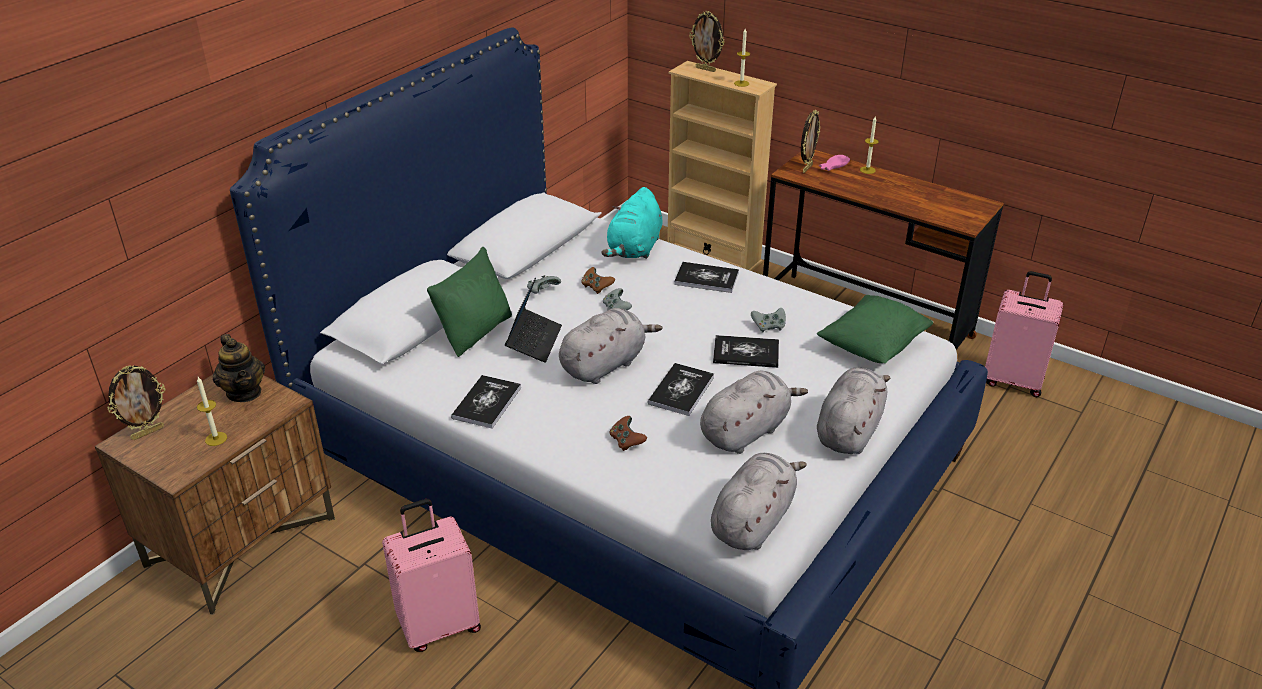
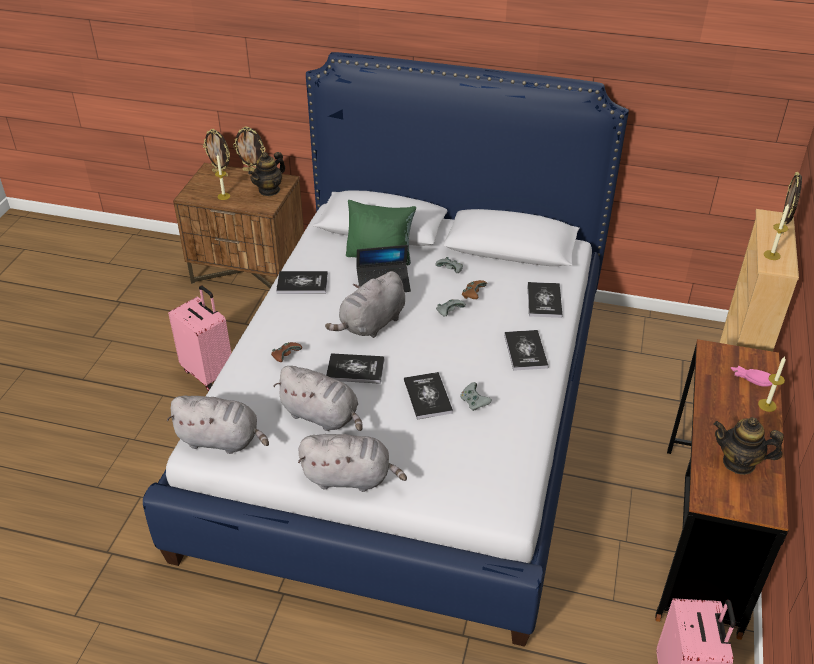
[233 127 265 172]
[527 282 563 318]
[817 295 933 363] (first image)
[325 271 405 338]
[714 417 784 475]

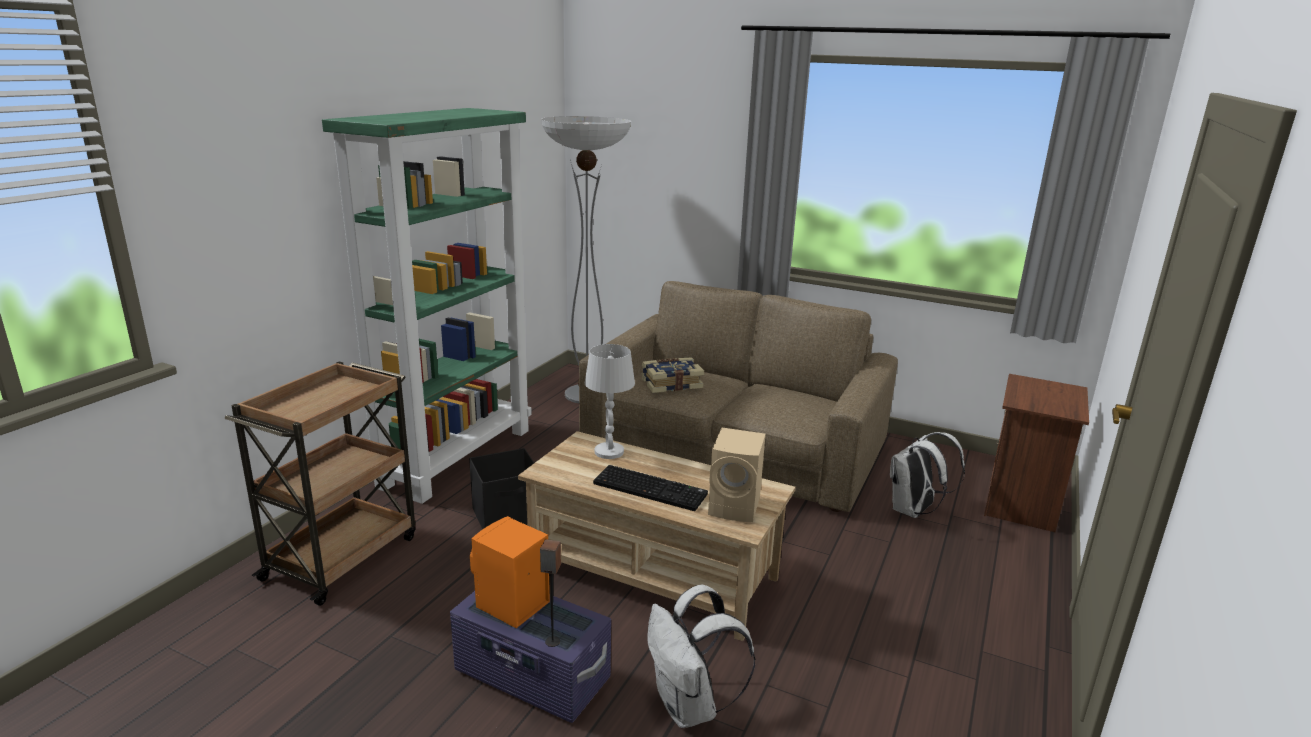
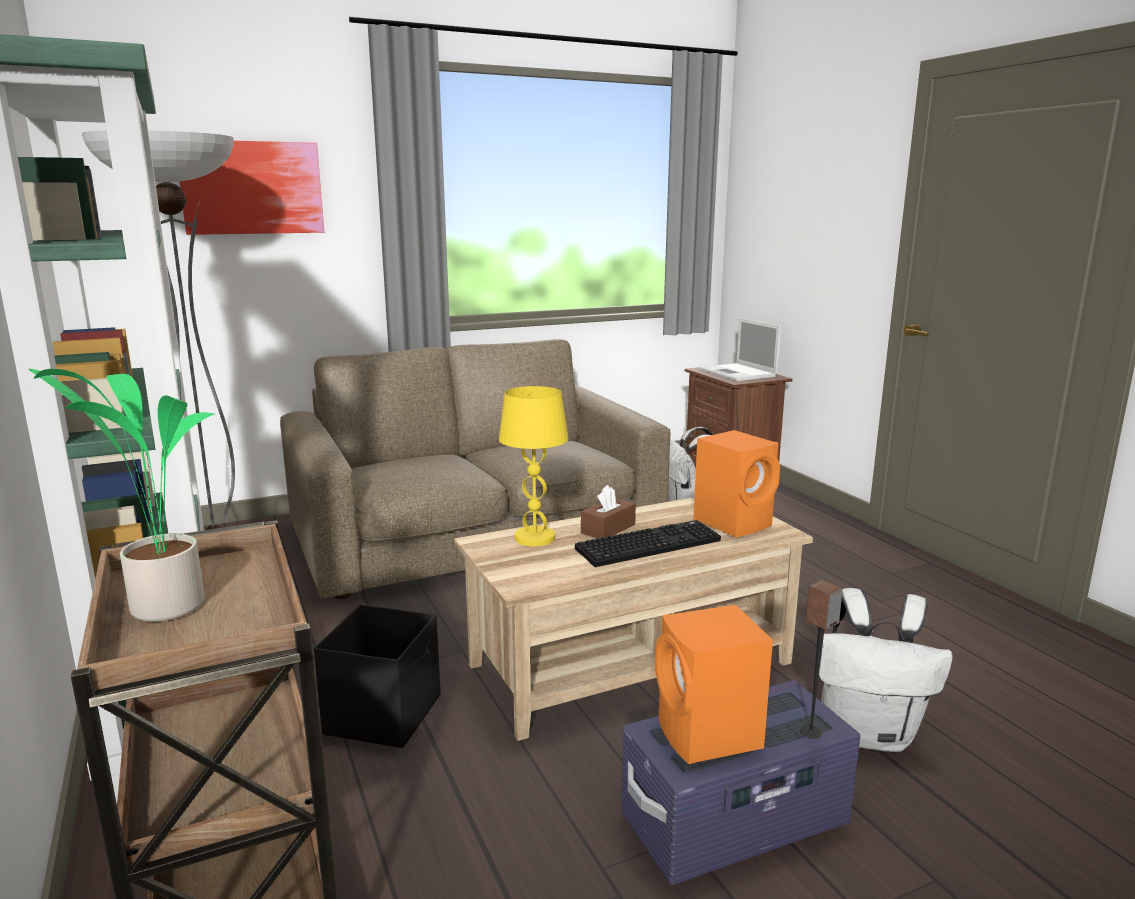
[499 386 568 546]
[642 357 704 393] (first image)
[693 430 780 537]
[179 141 324 235]
[699 318 781 381]
[29 369 214 622]
[581 485 636 538]

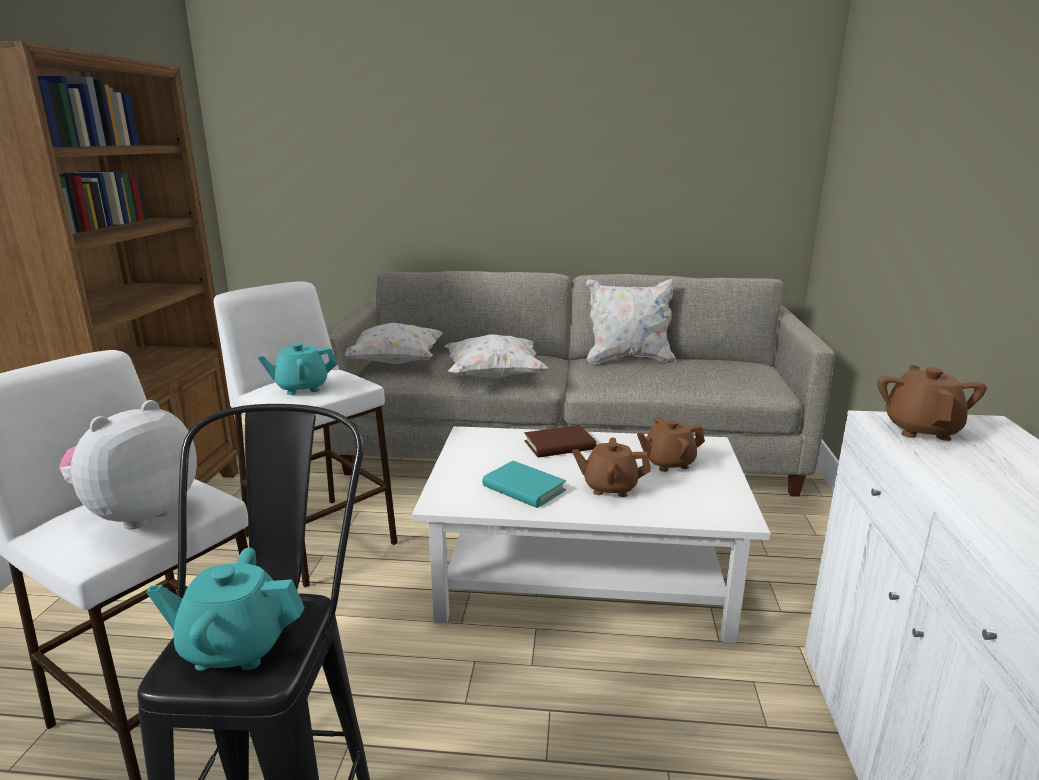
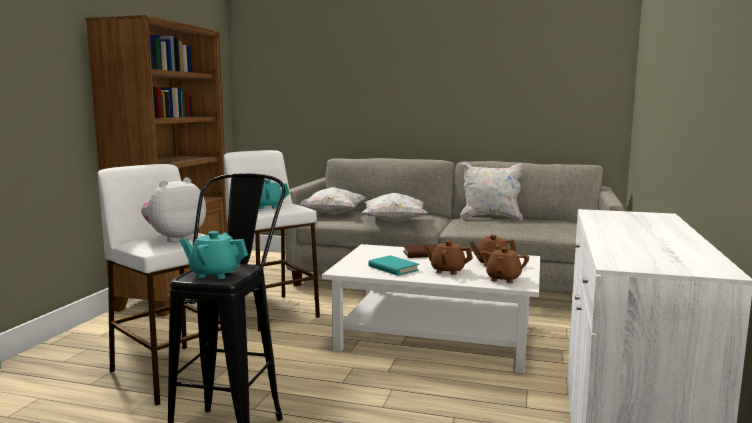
[480 247 529 283]

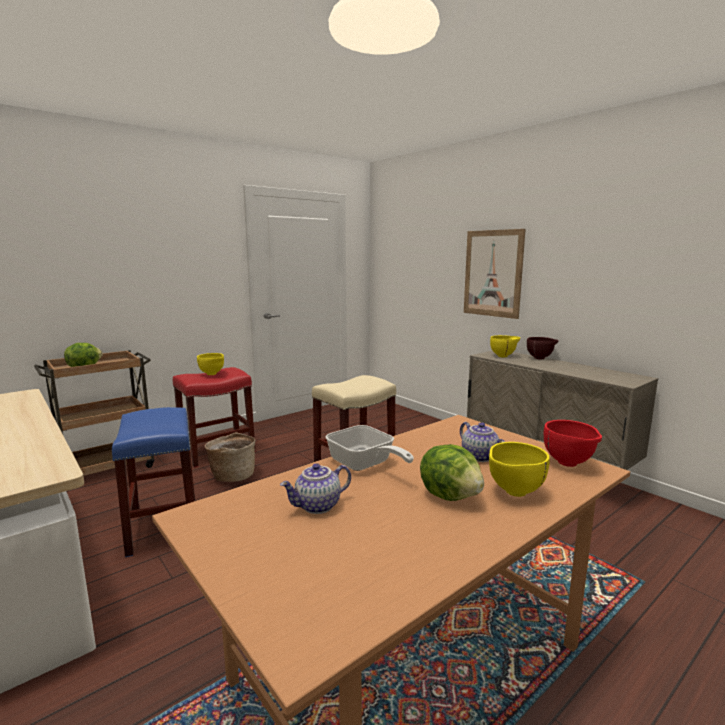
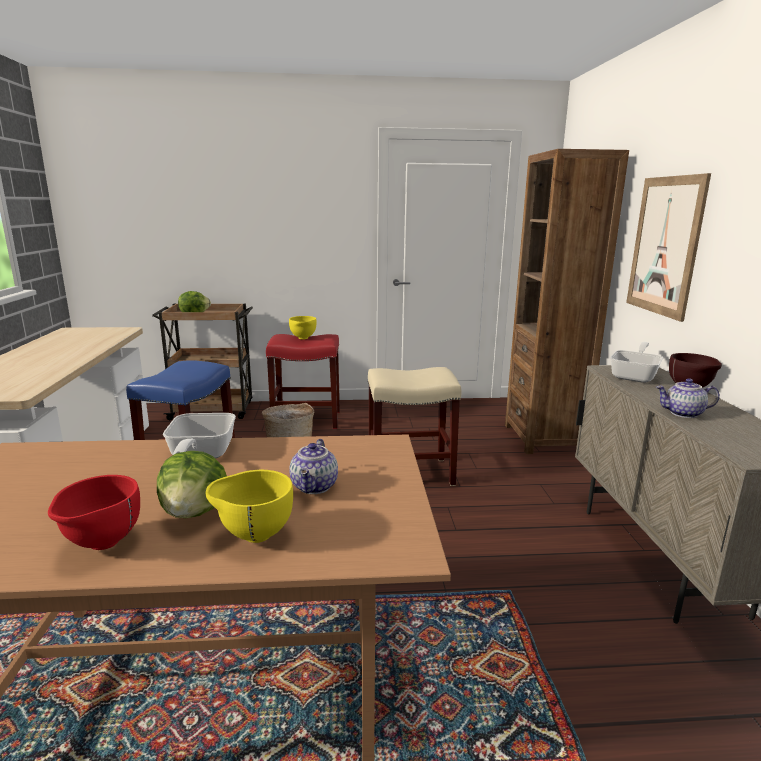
[610 342 663 383]
[48 475 140 550]
[656 378 720 418]
[505 149 629 454]

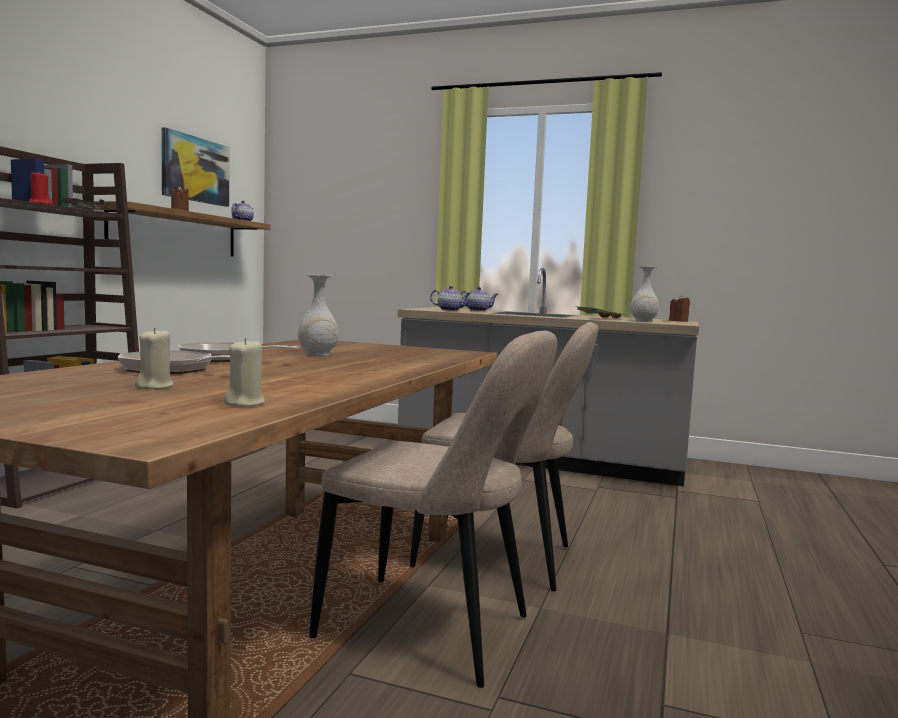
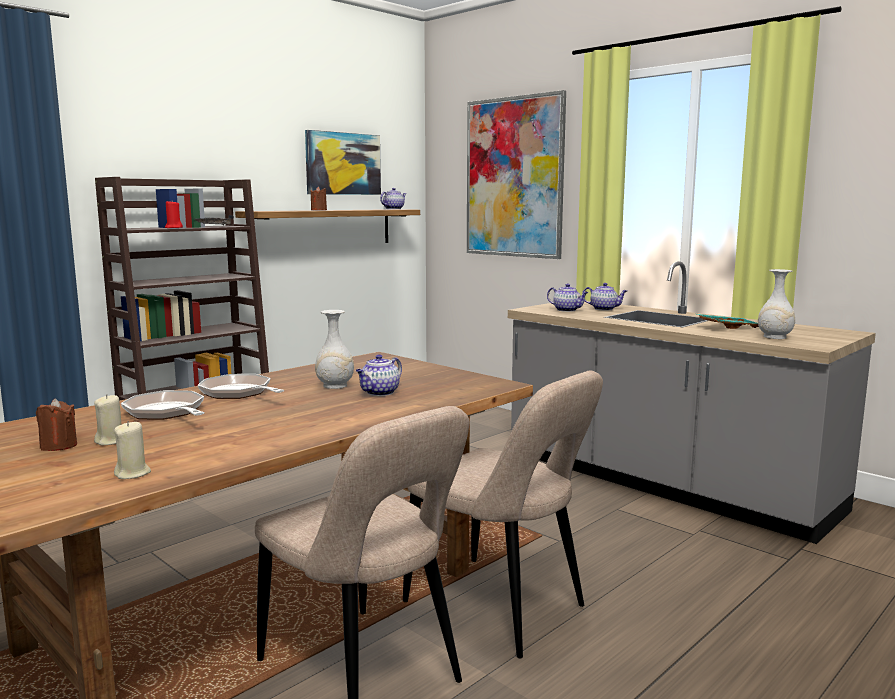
[36 398 77 451]
[467 90 566 259]
[356 354 402 396]

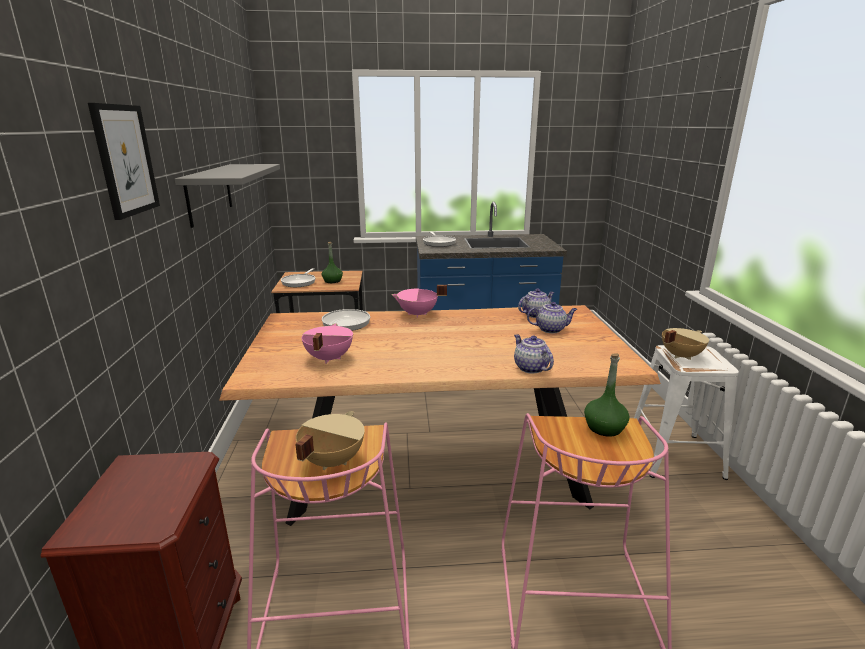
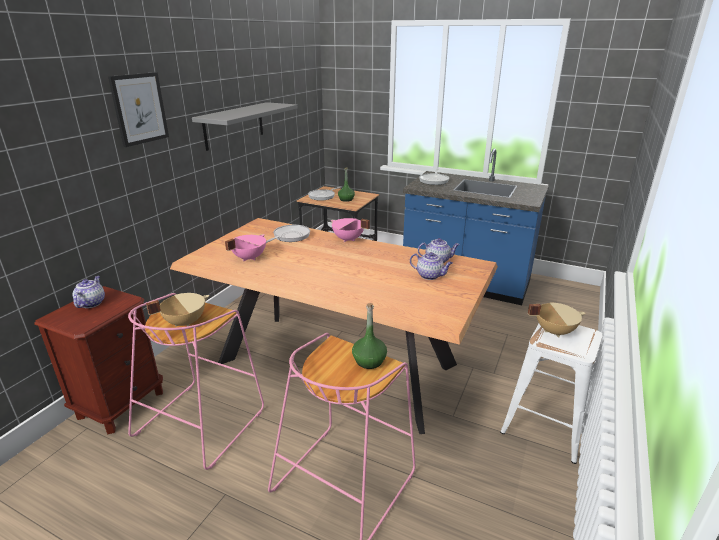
[73 276 105 308]

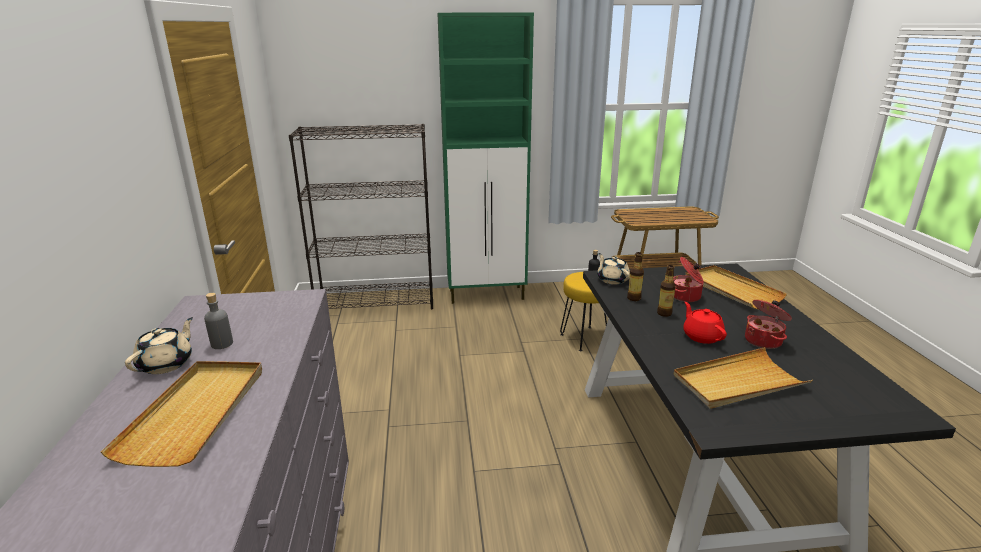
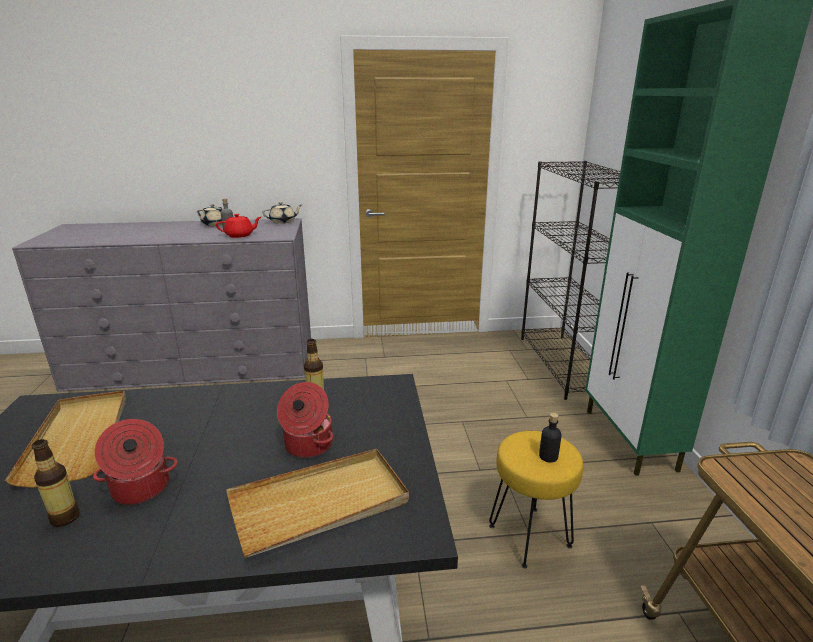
[262 202 302 224]
[32 439 80 527]
[216 214 261 238]
[101 361 262 467] (first image)

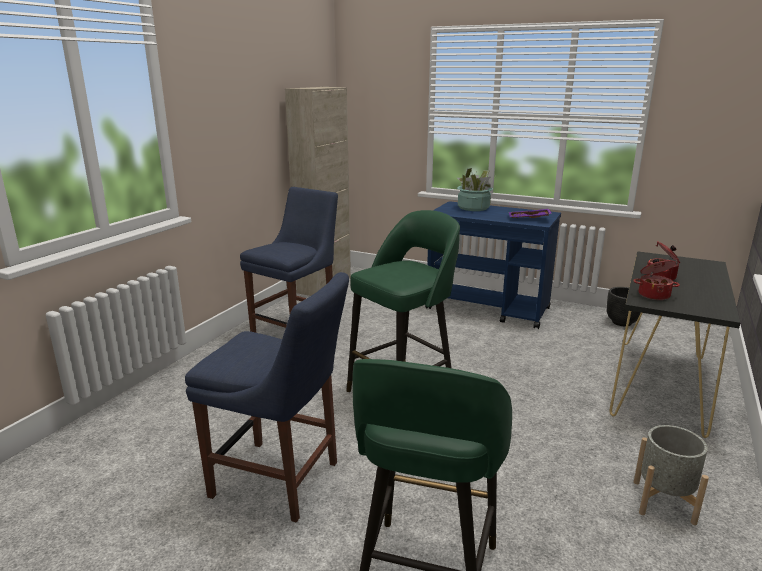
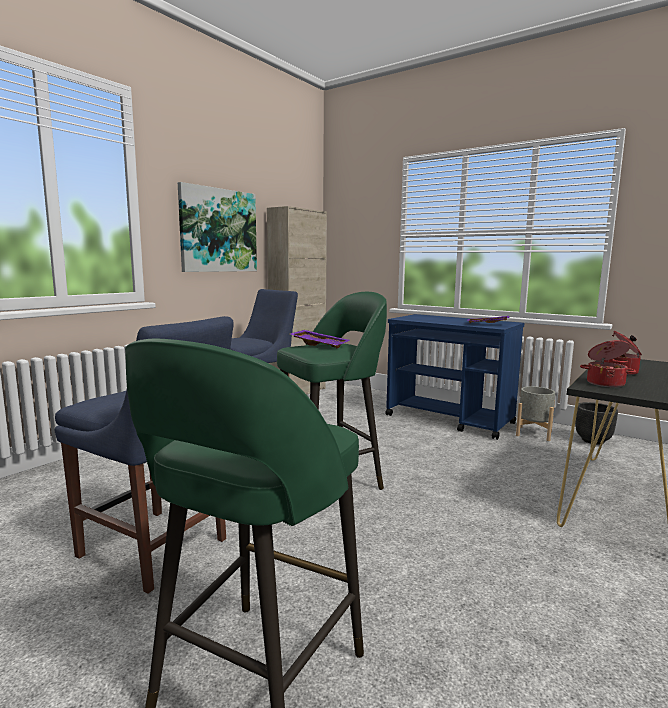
[457 168 494 211] (first image)
[516 386 555 441]
[178 182 257 272]
[290 330 349 348]

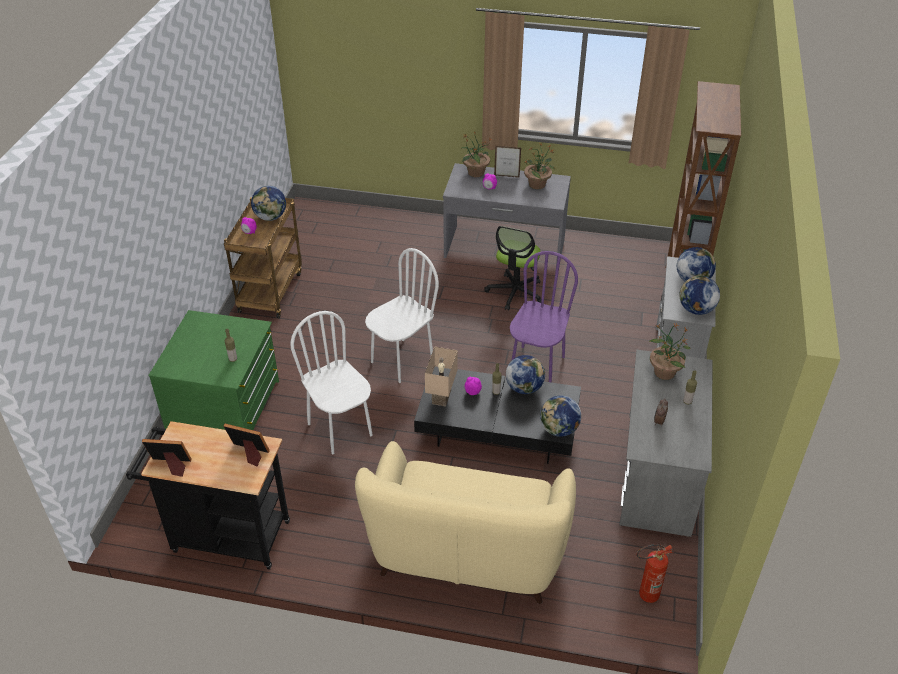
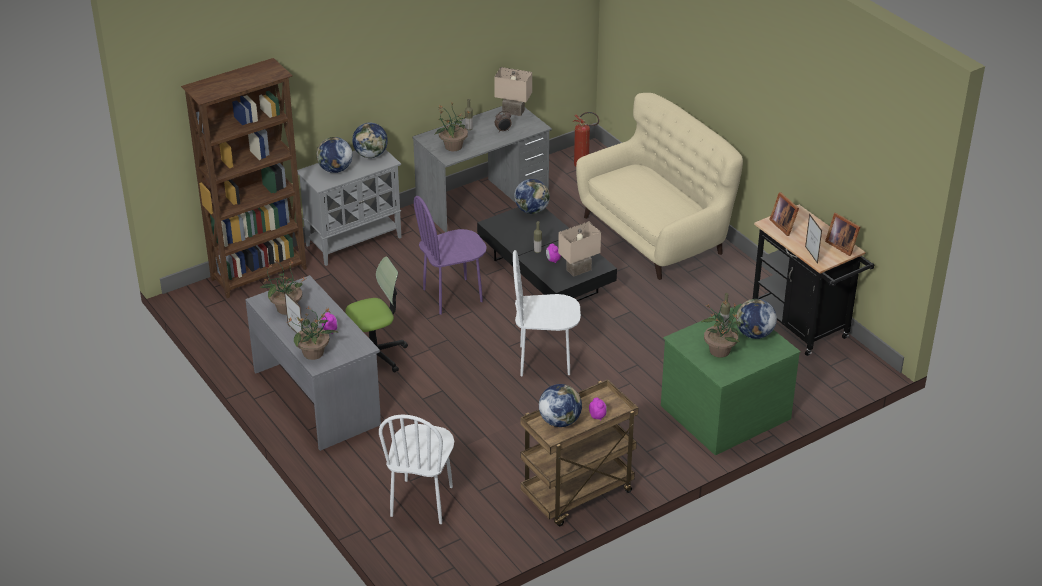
[379 414 454 524]
[736 299 777 339]
[494 67 532 116]
[805 214 822 264]
[701 300 742 358]

